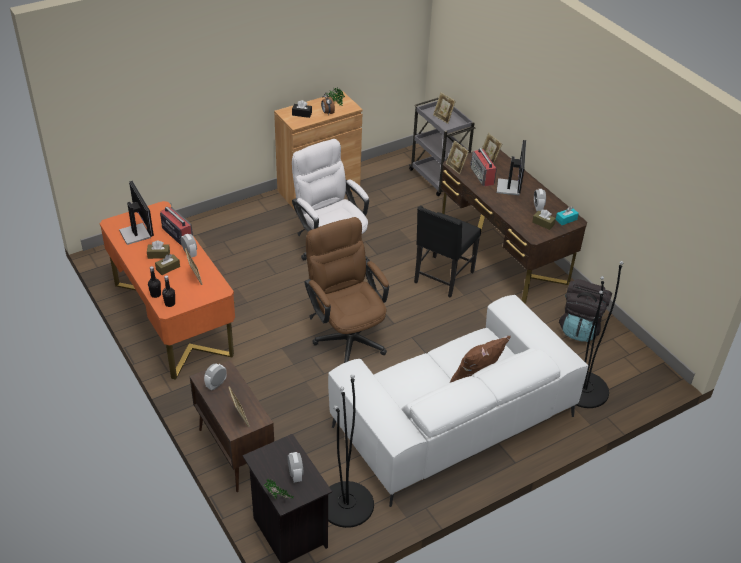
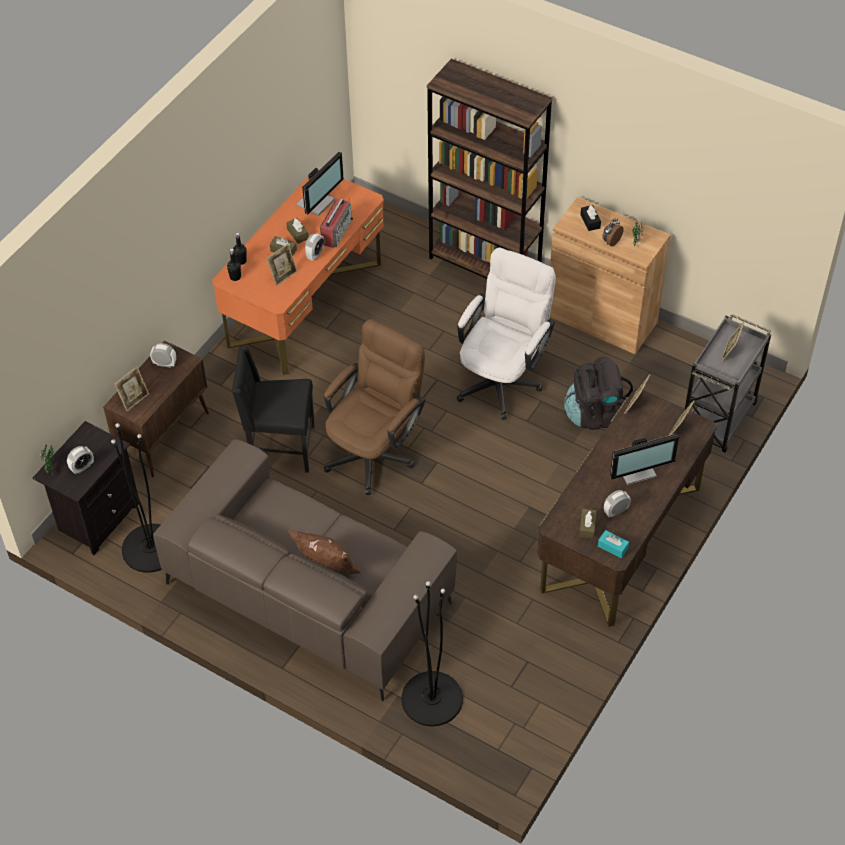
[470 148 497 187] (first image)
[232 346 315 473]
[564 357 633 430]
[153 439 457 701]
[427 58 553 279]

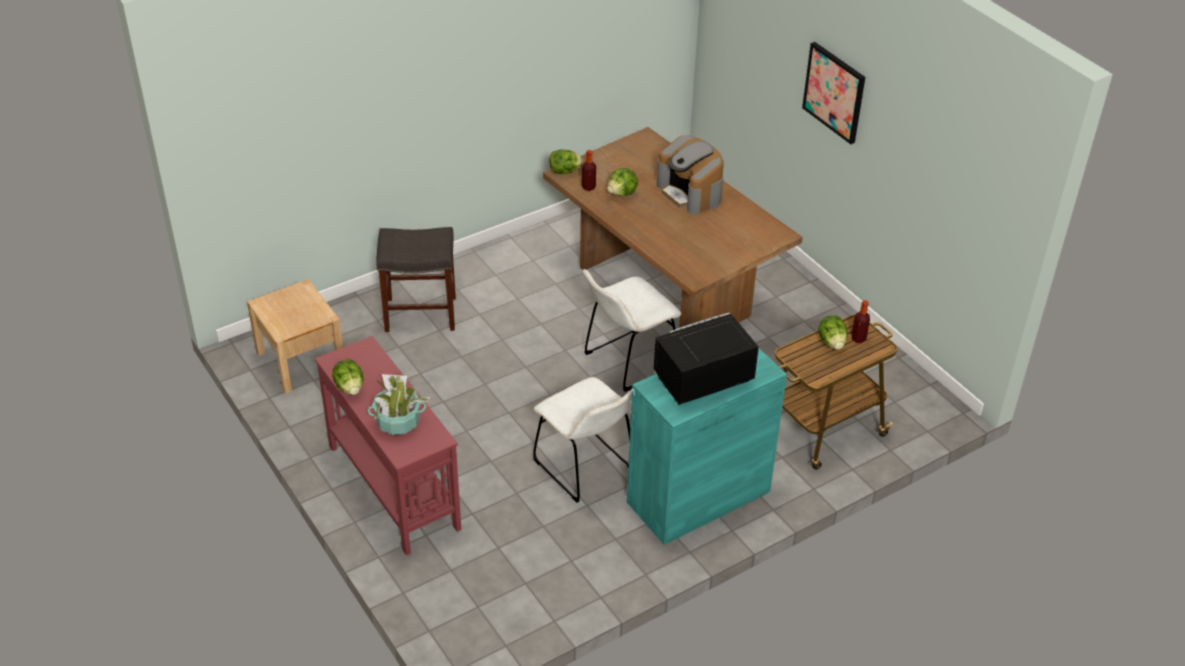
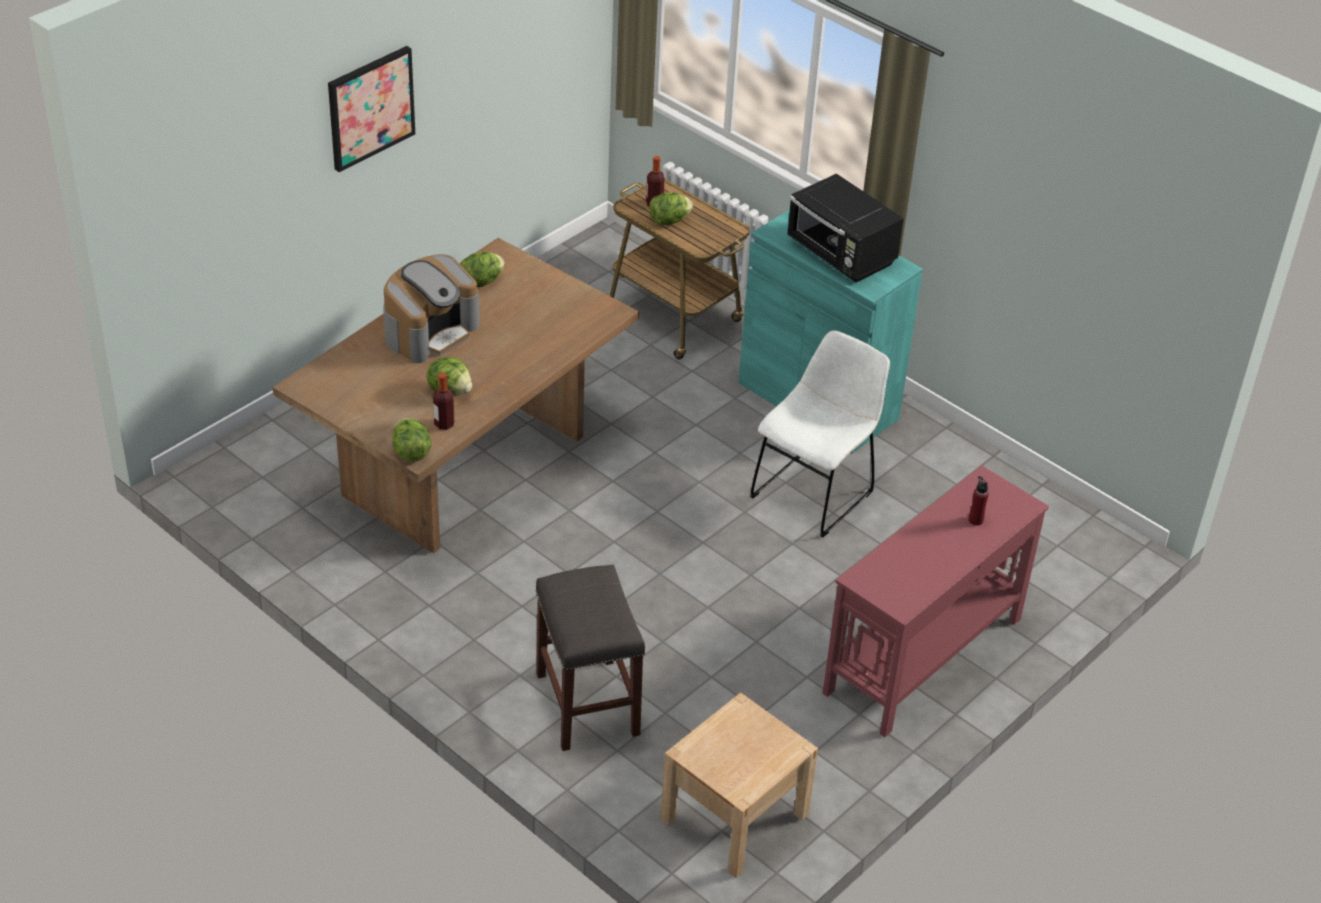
[583 269 681 392] (first image)
[460 251 505 287]
[969 476 989 526]

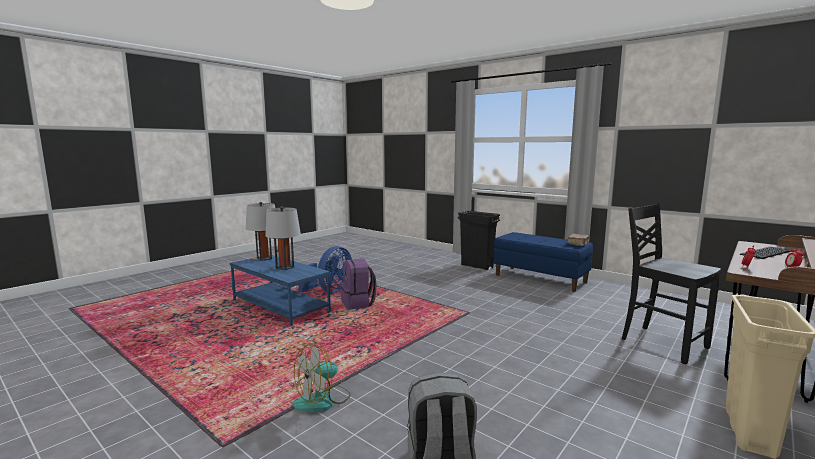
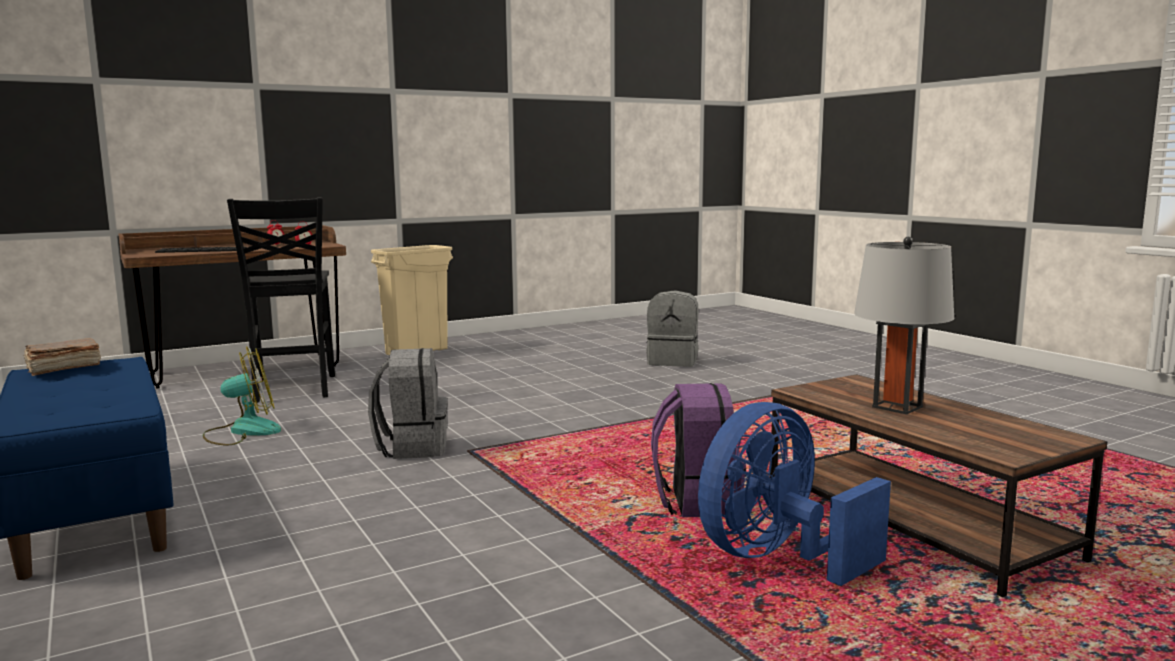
[246 202 275 261] (first image)
[458 211 500 270] (first image)
[770 374 1108 597]
[202 346 281 446]
[368 348 448 459]

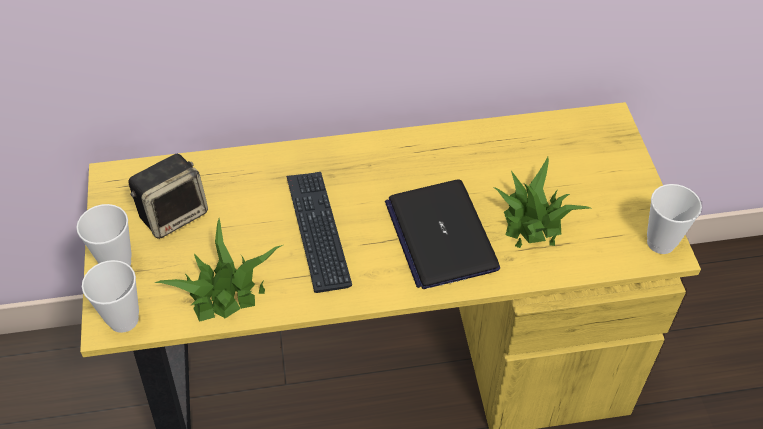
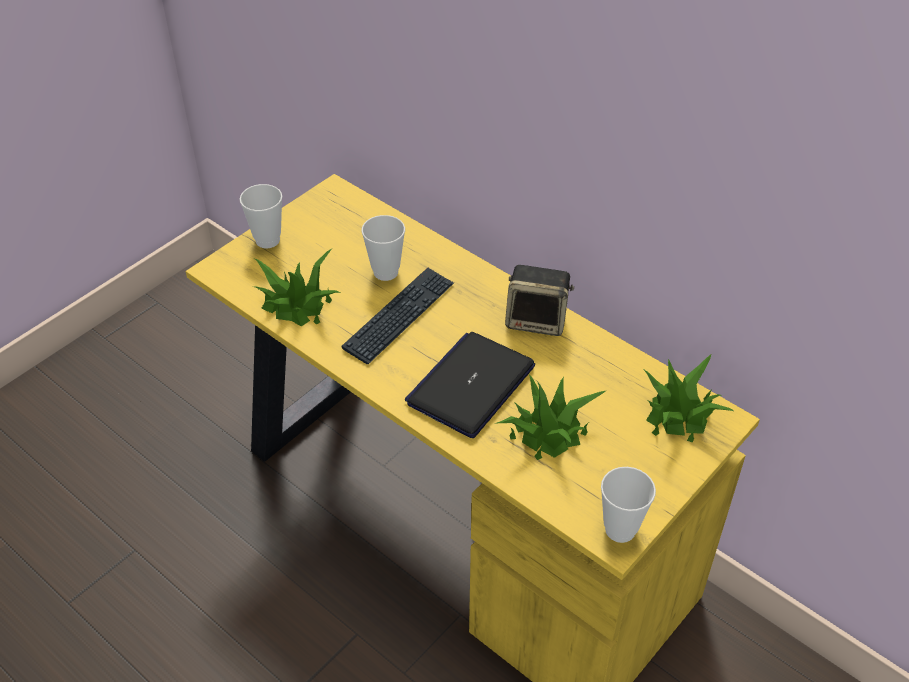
[505 265 574 336]
[361 215 405 281]
[643 354 733 443]

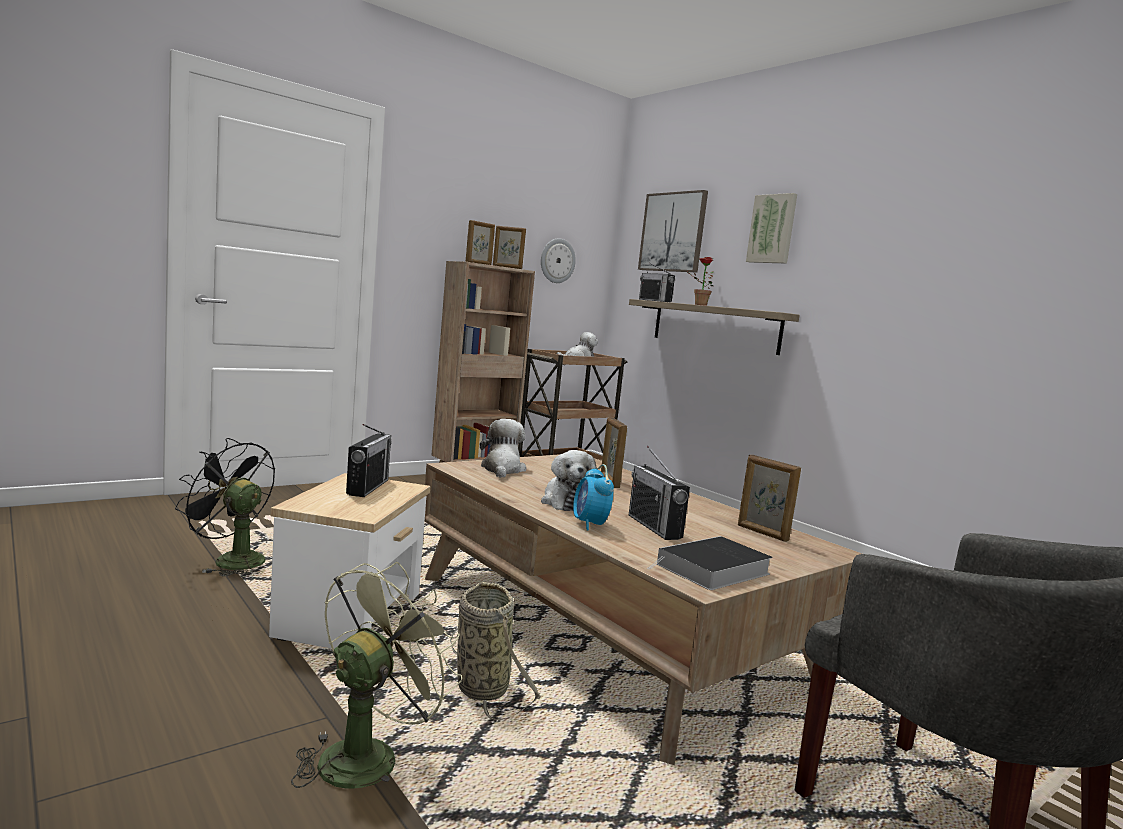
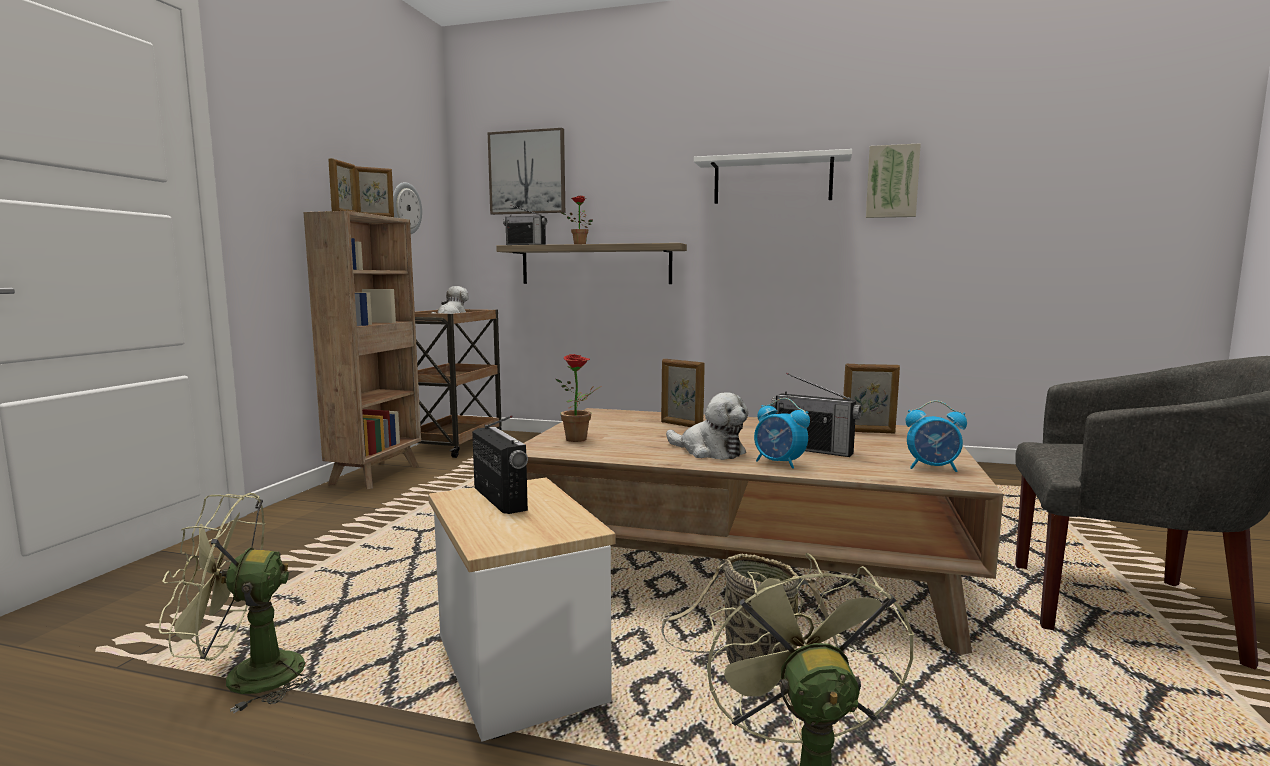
[866 143 921 218]
[556 354 602 442]
[159 493 321 713]
[906 401 967 472]
[694 149 852 204]

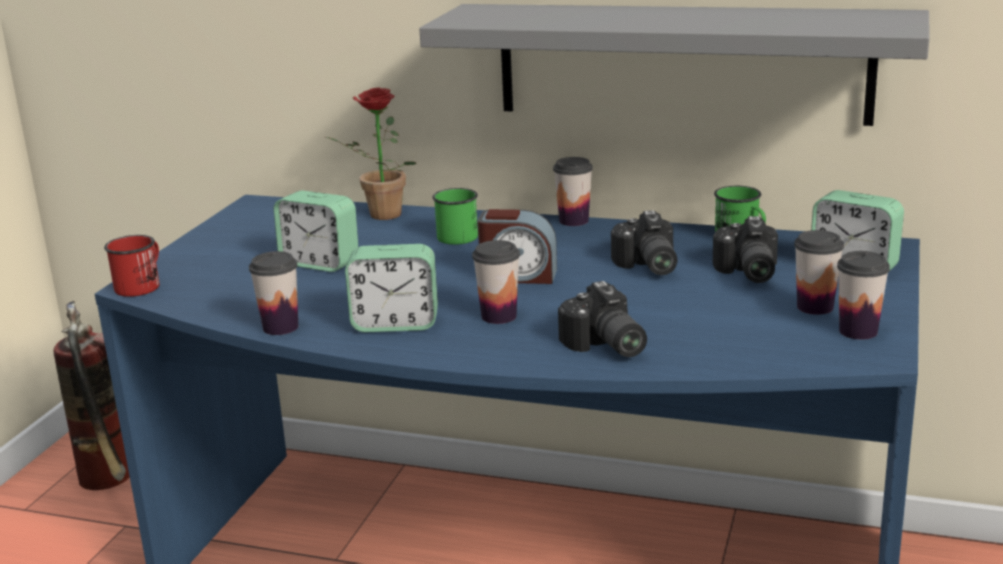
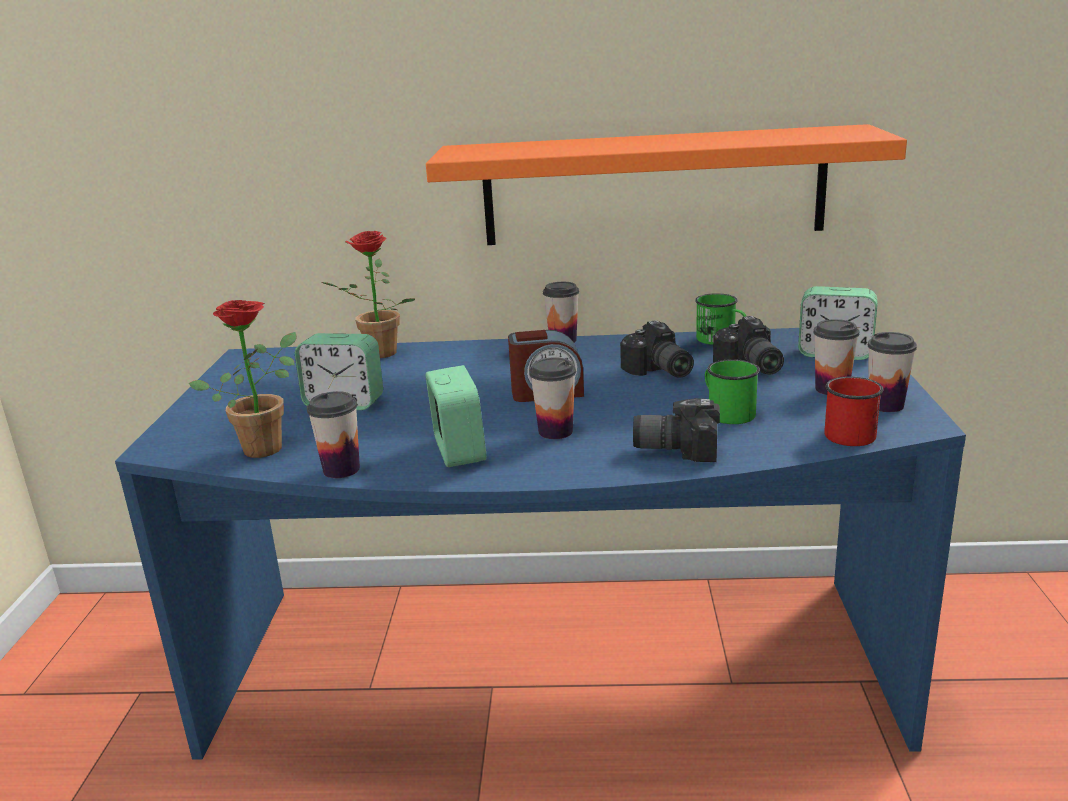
[426 124 907 245]
[705 359 760 424]
[824 376 883 446]
[426 365 486 467]
[633 398 720 462]
[53 301 130 490] (first image)
[189 300 297 458]

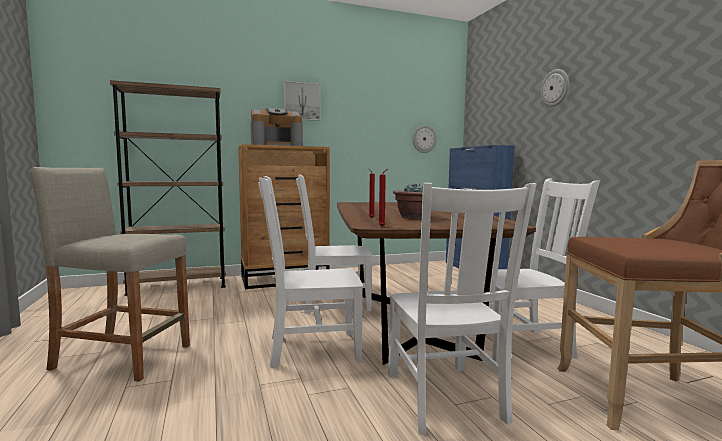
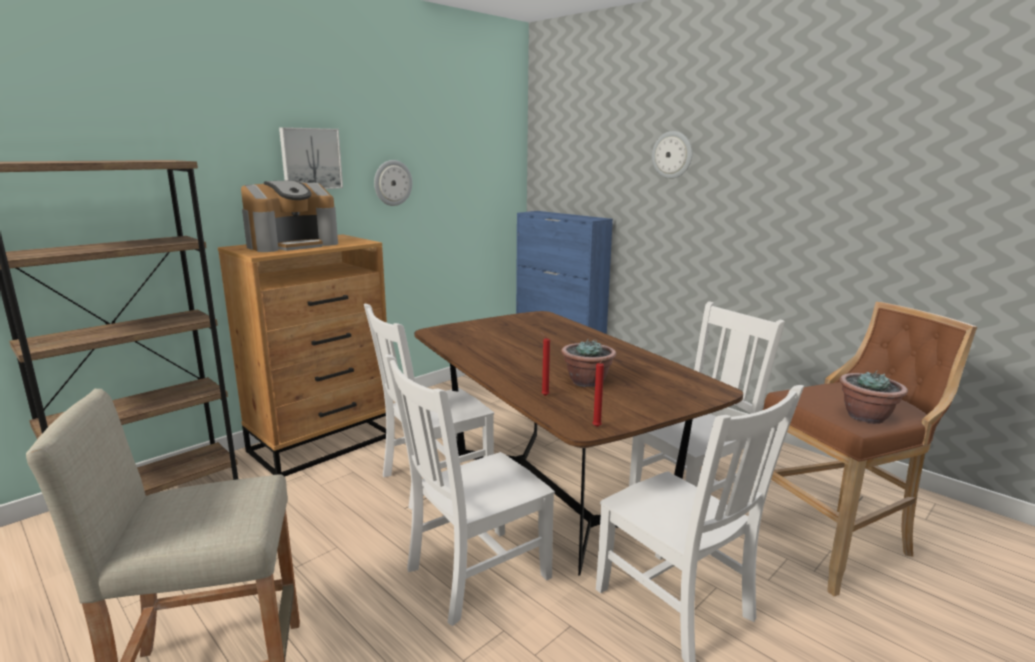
[374 160 412 206]
[839 371 908 424]

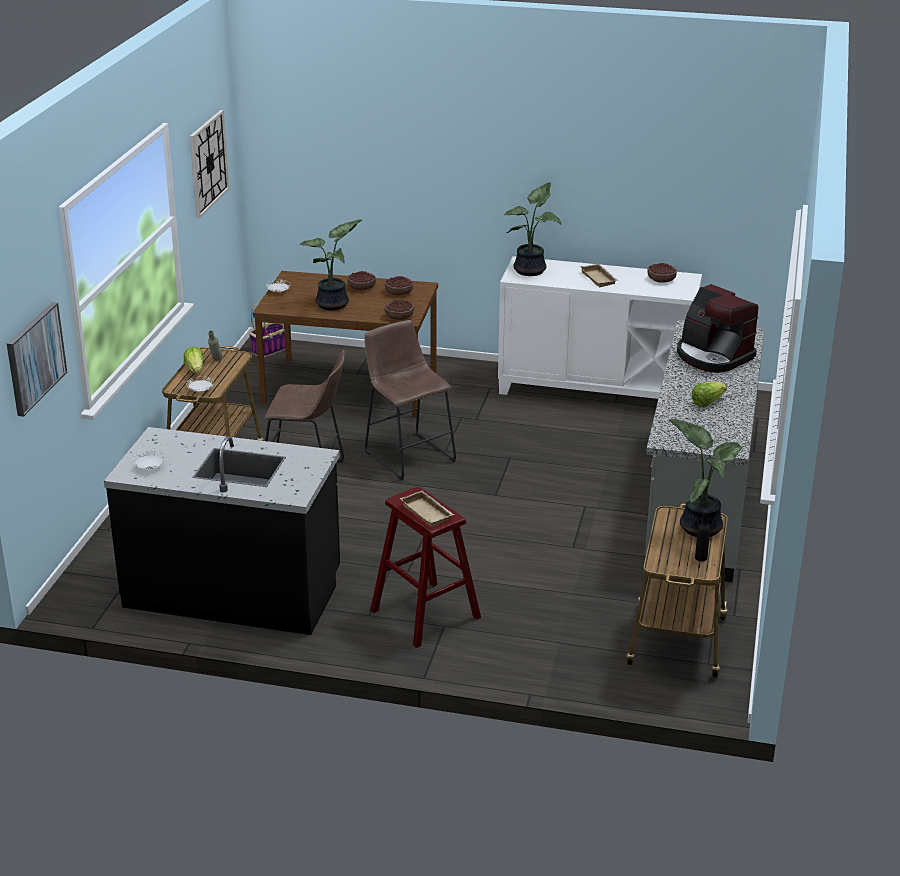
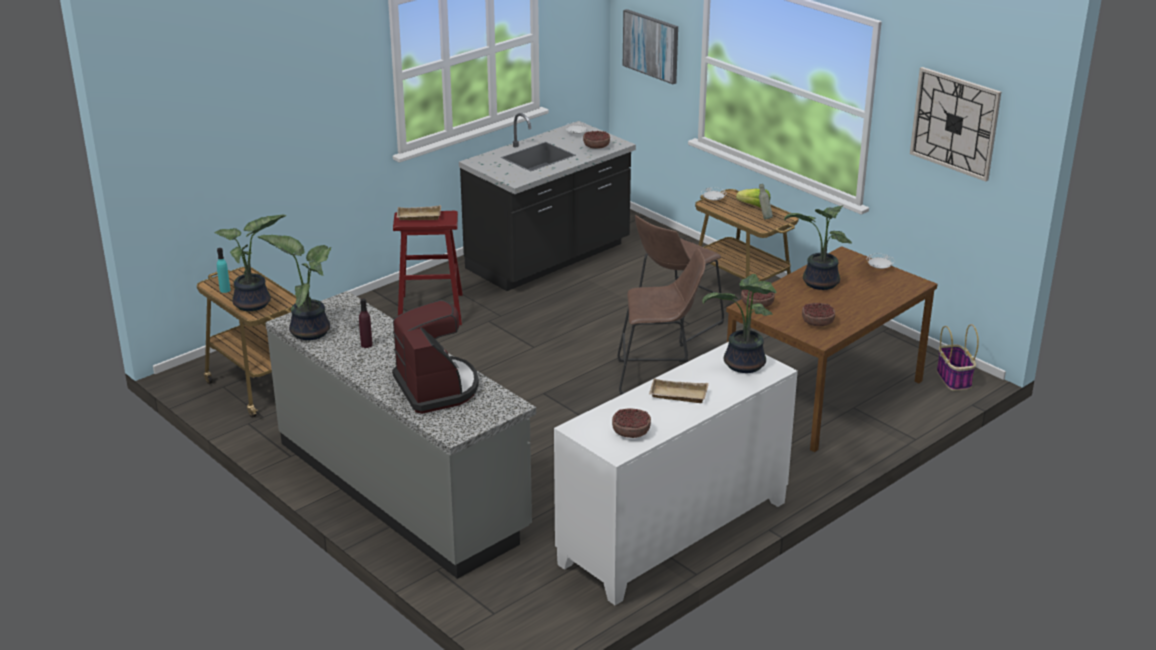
[583 131 610 149]
[392 300 479 414]
[359 299 373 348]
[217 248 230 293]
[258 235 331 340]

